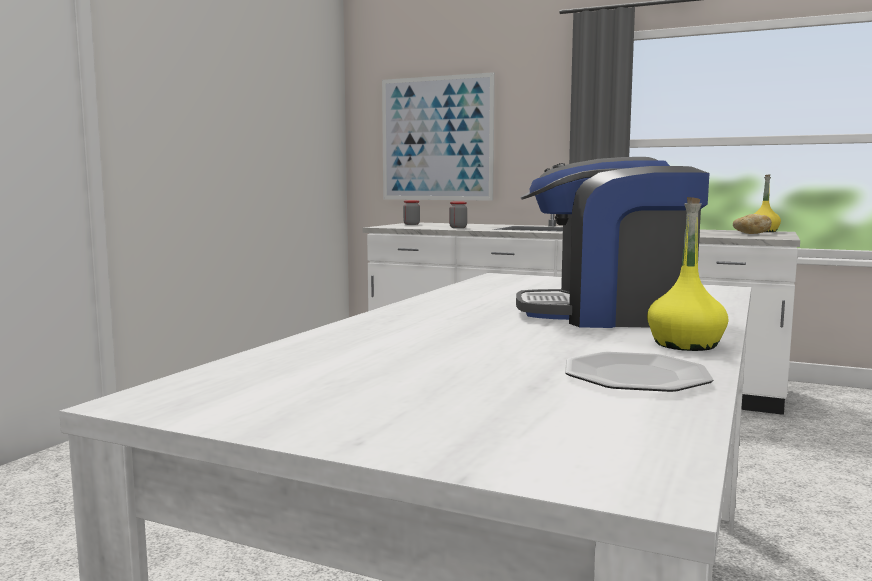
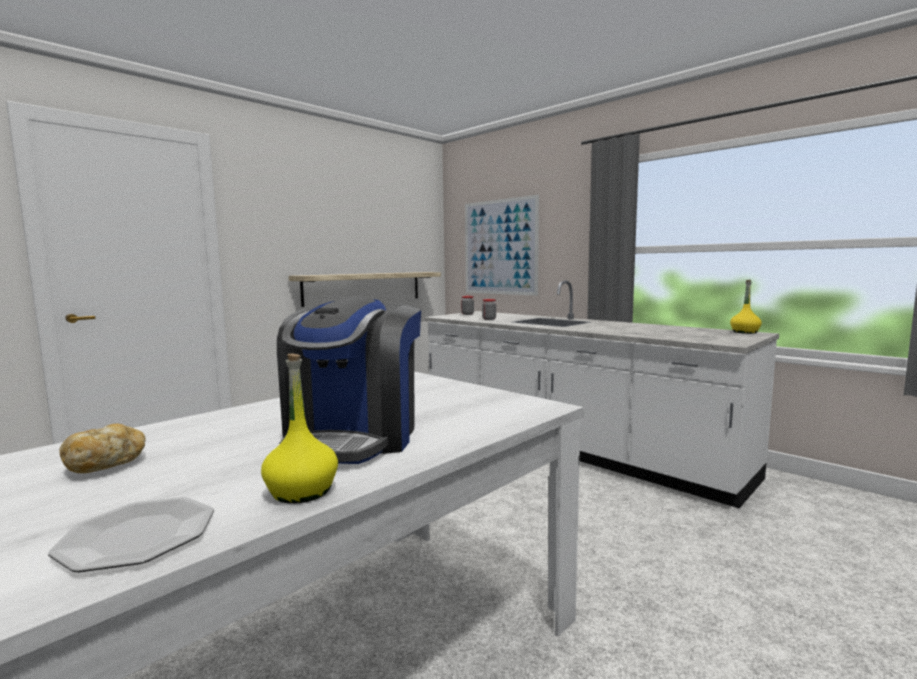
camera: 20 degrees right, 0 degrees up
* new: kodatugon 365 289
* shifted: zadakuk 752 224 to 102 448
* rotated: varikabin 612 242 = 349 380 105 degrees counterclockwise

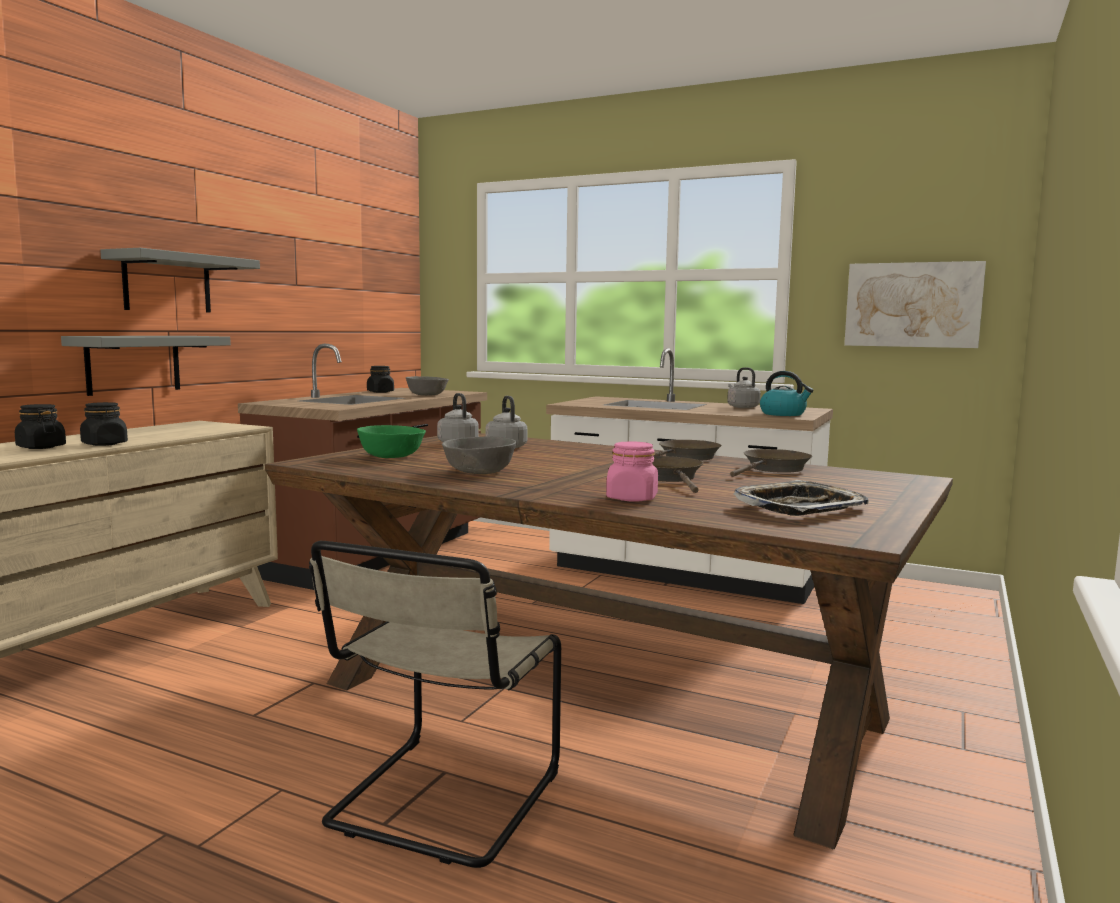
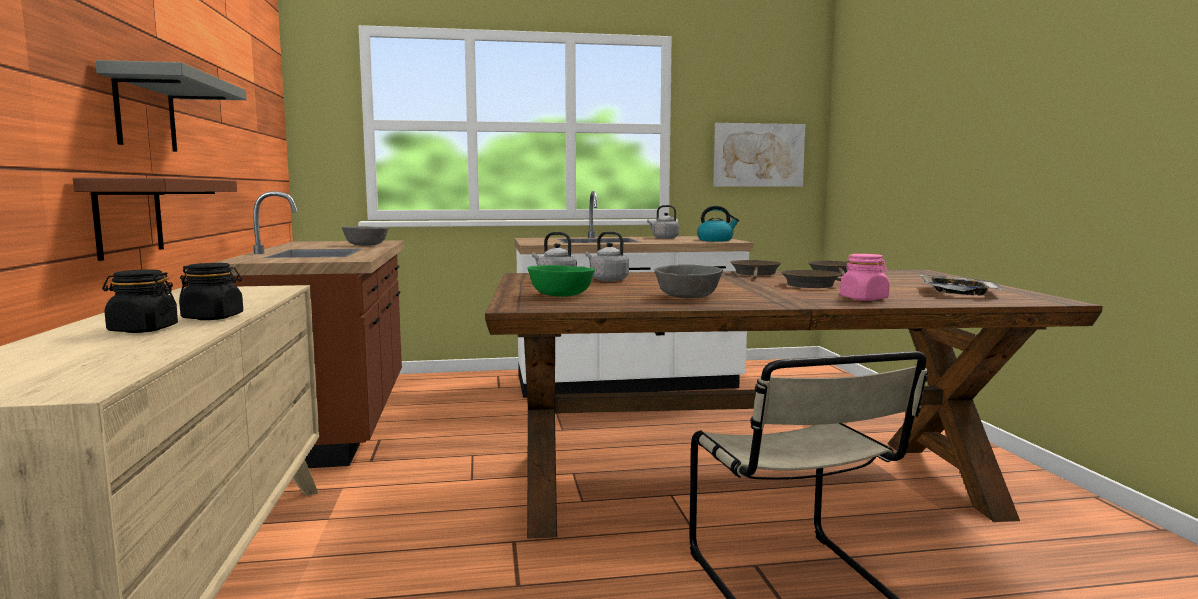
camera: 35 degrees left, 0 degrees up
* gone: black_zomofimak 380 379
* repainted: grey_kodatugon 146 366 to brown_kodatugon 155 219

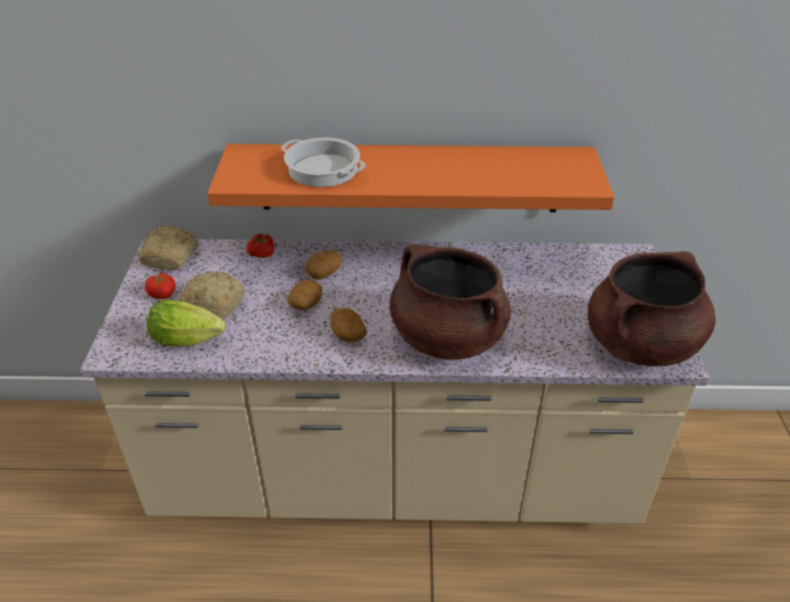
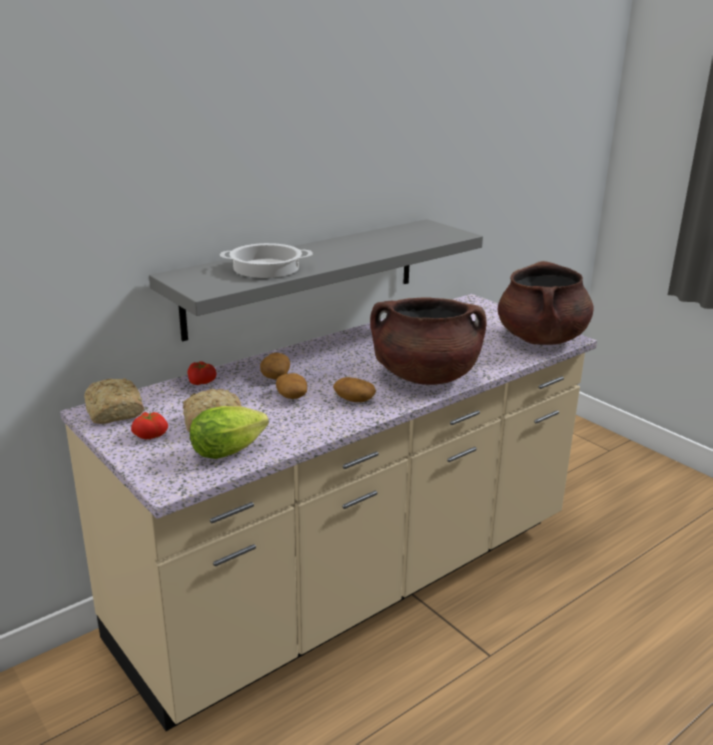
camera: 40 degrees left, 15 degrees down
* repainted: orange_kodatugon 410 178 to grey_kodatugon 316 280

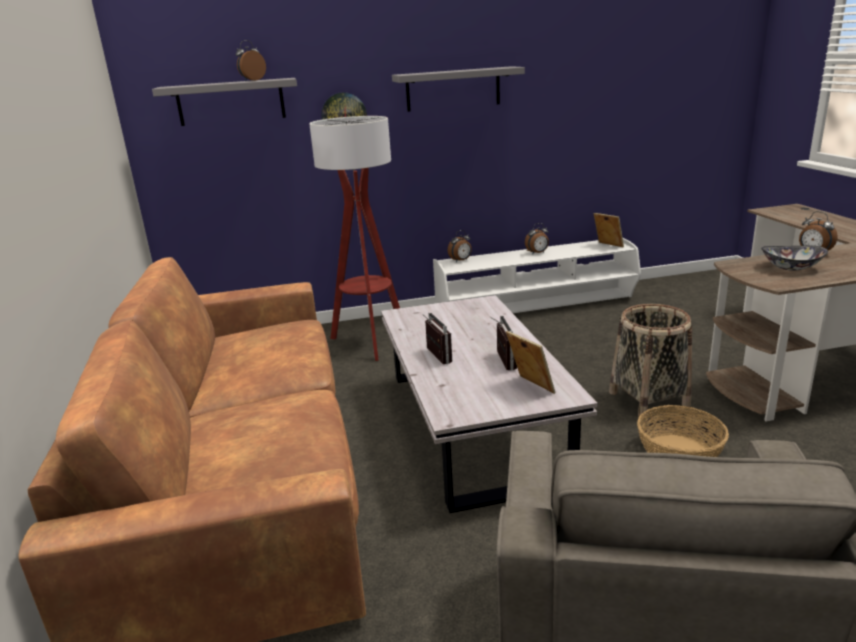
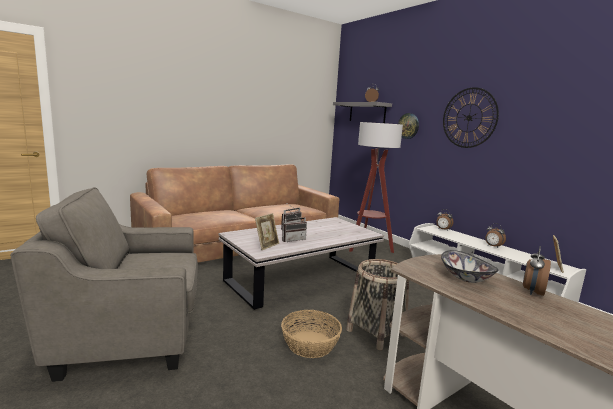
camera: 65 degrees right, 10 degrees down
* swapped: grey_kodatugon 458 89 to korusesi 471 117

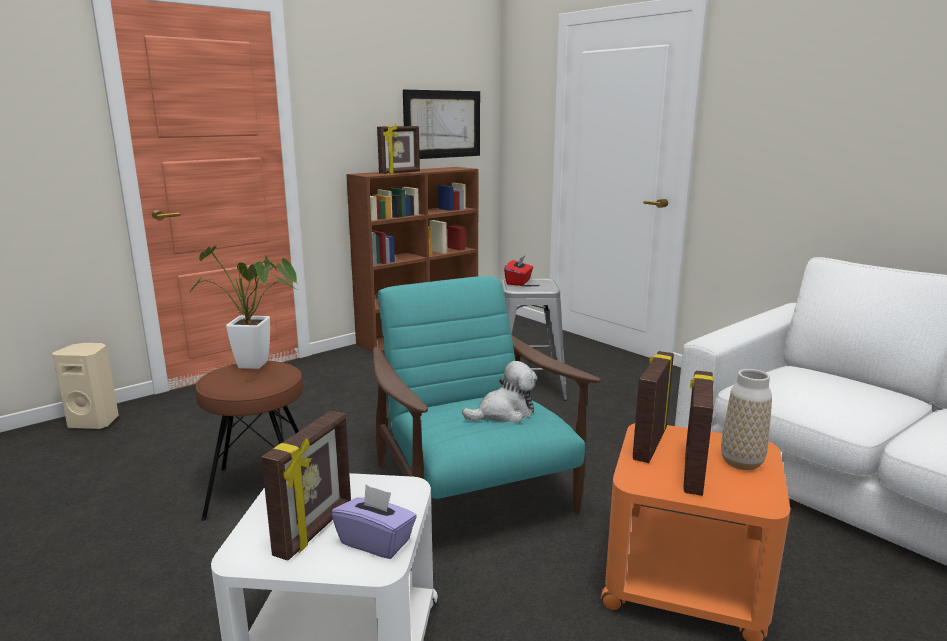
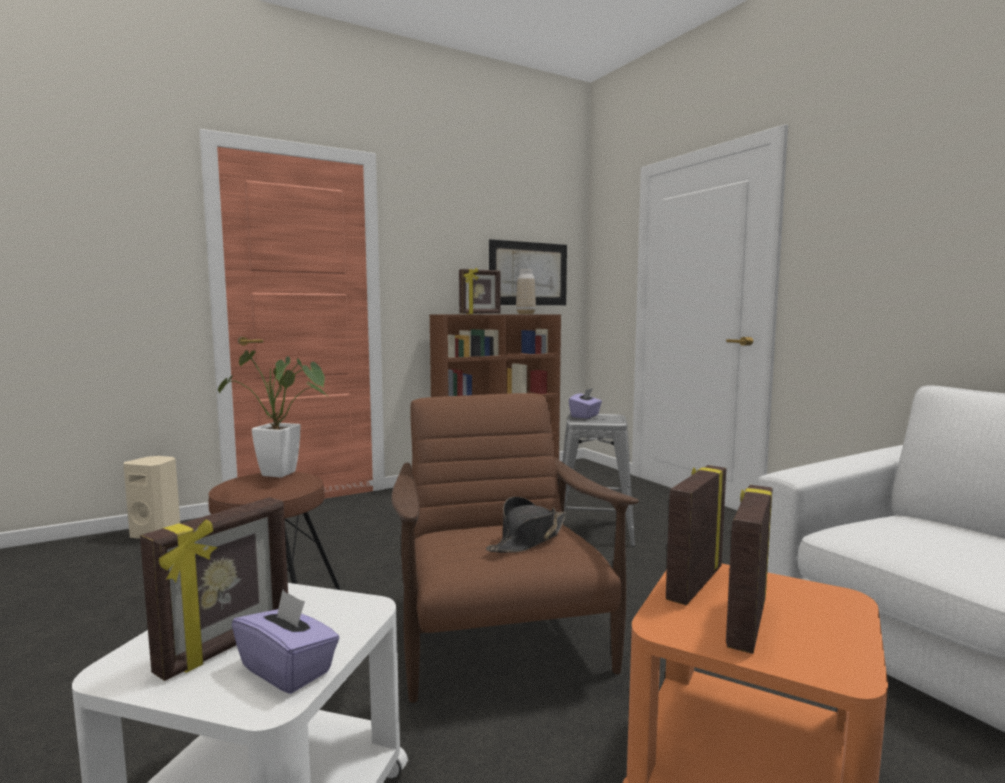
camera: 10 degrees right, 10 degrees down
* shifted: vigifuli 746 419 to 526 291
* swapped: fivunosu 499 392 to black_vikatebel 526 525
* repainted: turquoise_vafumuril 487 395 to brown_vafumuril 515 548
* repainted: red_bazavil 518 271 to purple_bazavil 585 403

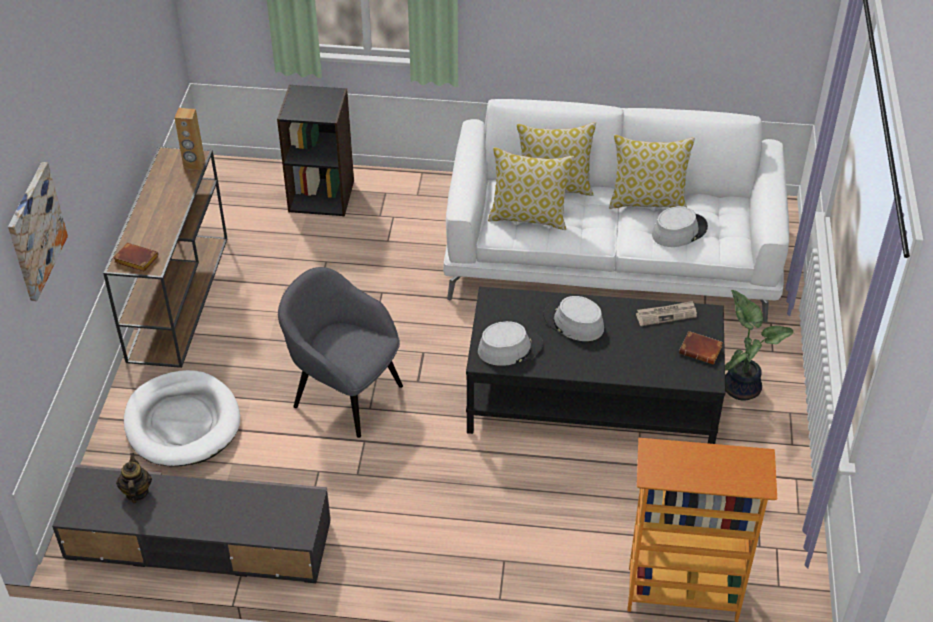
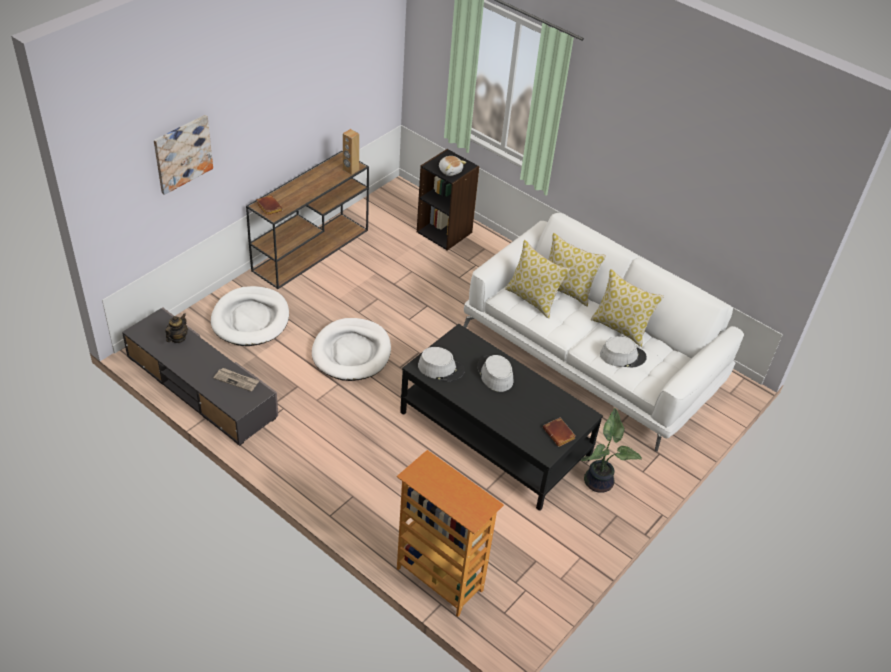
camera: 30 degrees right, 0 degrees up
* new: fivunosu 452 166
* shifted: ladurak 666 313 to 236 380
* swapped: grey_vafumuril 340 352 to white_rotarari 351 349

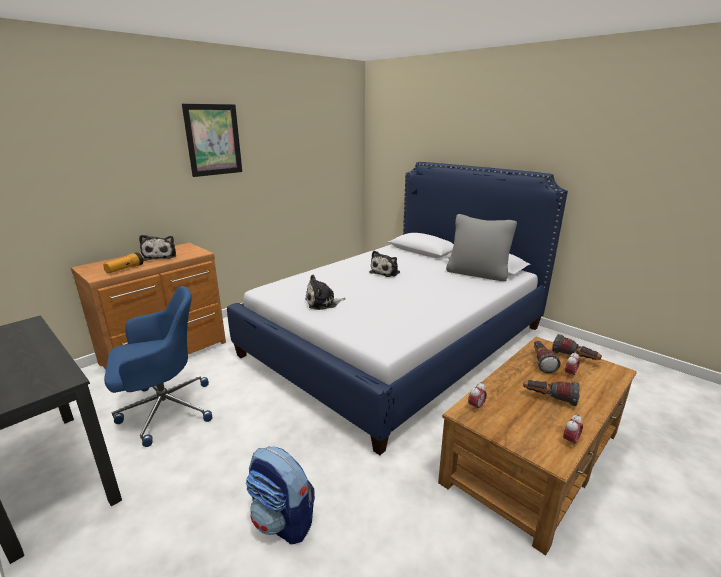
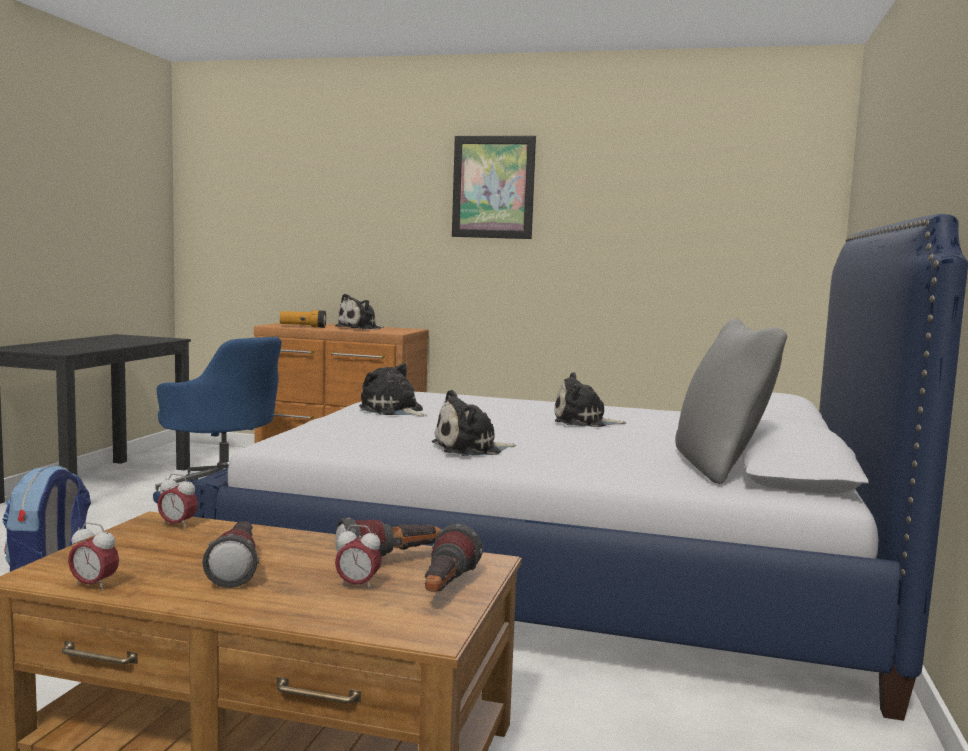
camera: 60 degrees right, 15 degrees down
* new: fivunosu 474 423

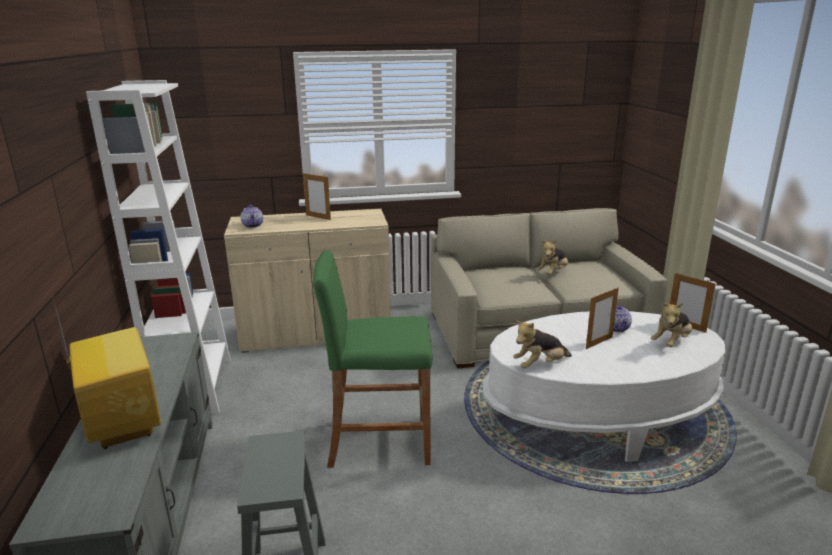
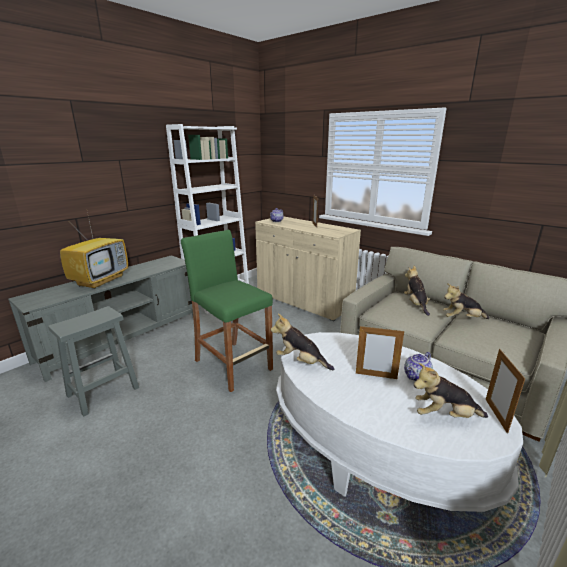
camera: 50 degrees right, 0 degrees up
* new: fivunosu 417 291

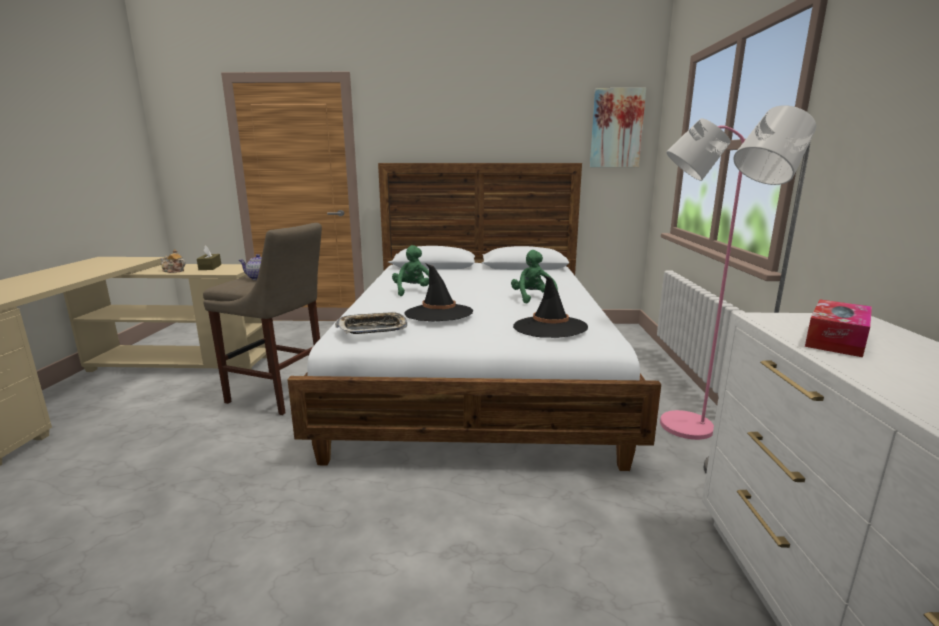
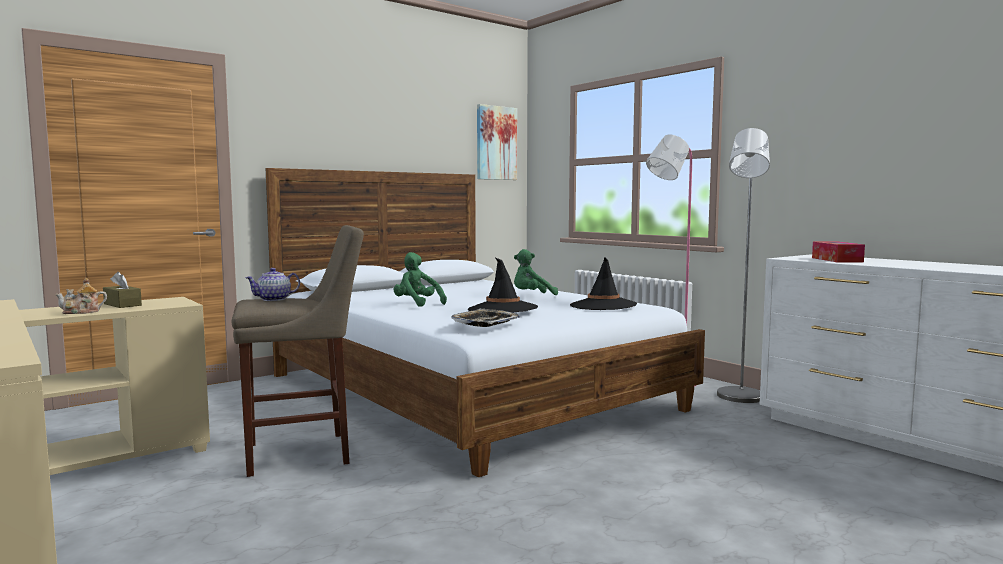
camera: 40 degrees left, 10 degrees down
* rotated: green_fivunosu 534 277 = 536 272 60 degrees counterclockwise

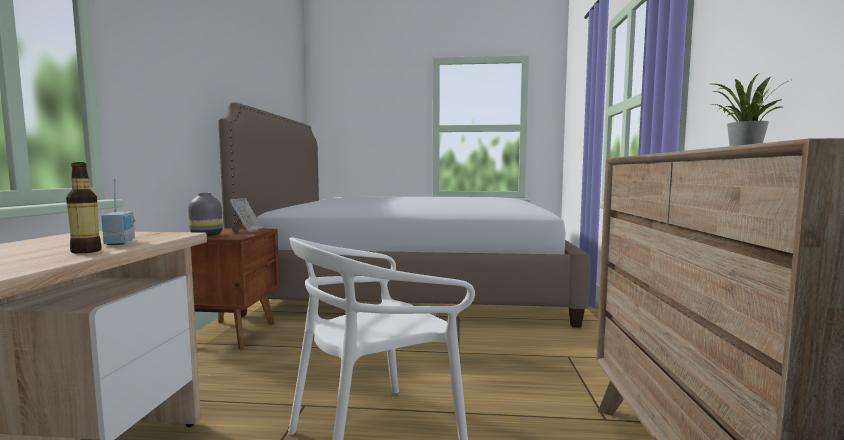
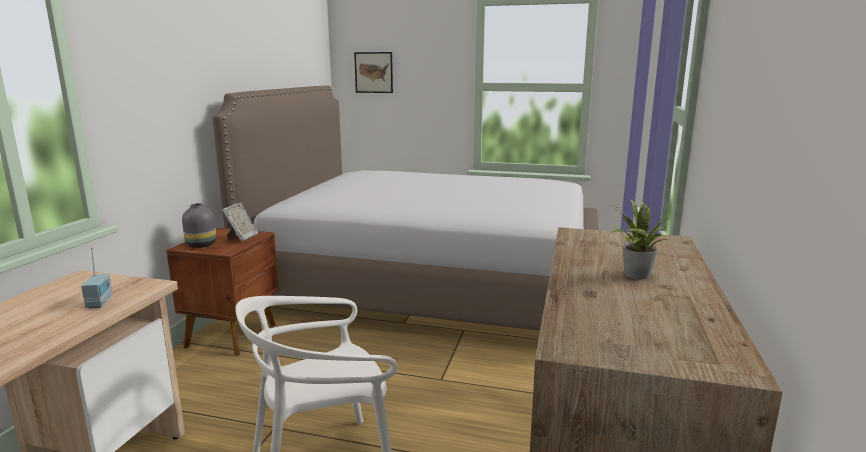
camera: 10 degrees right, 10 degrees up
* gone: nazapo 84 208
* new: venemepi 373 72

